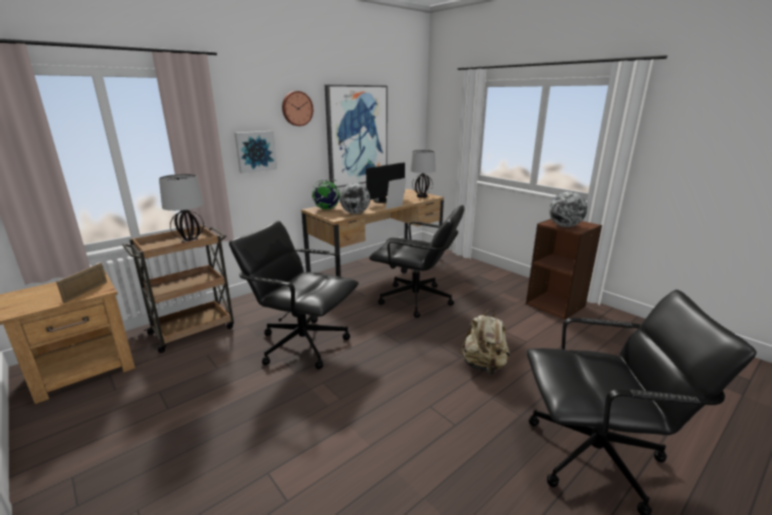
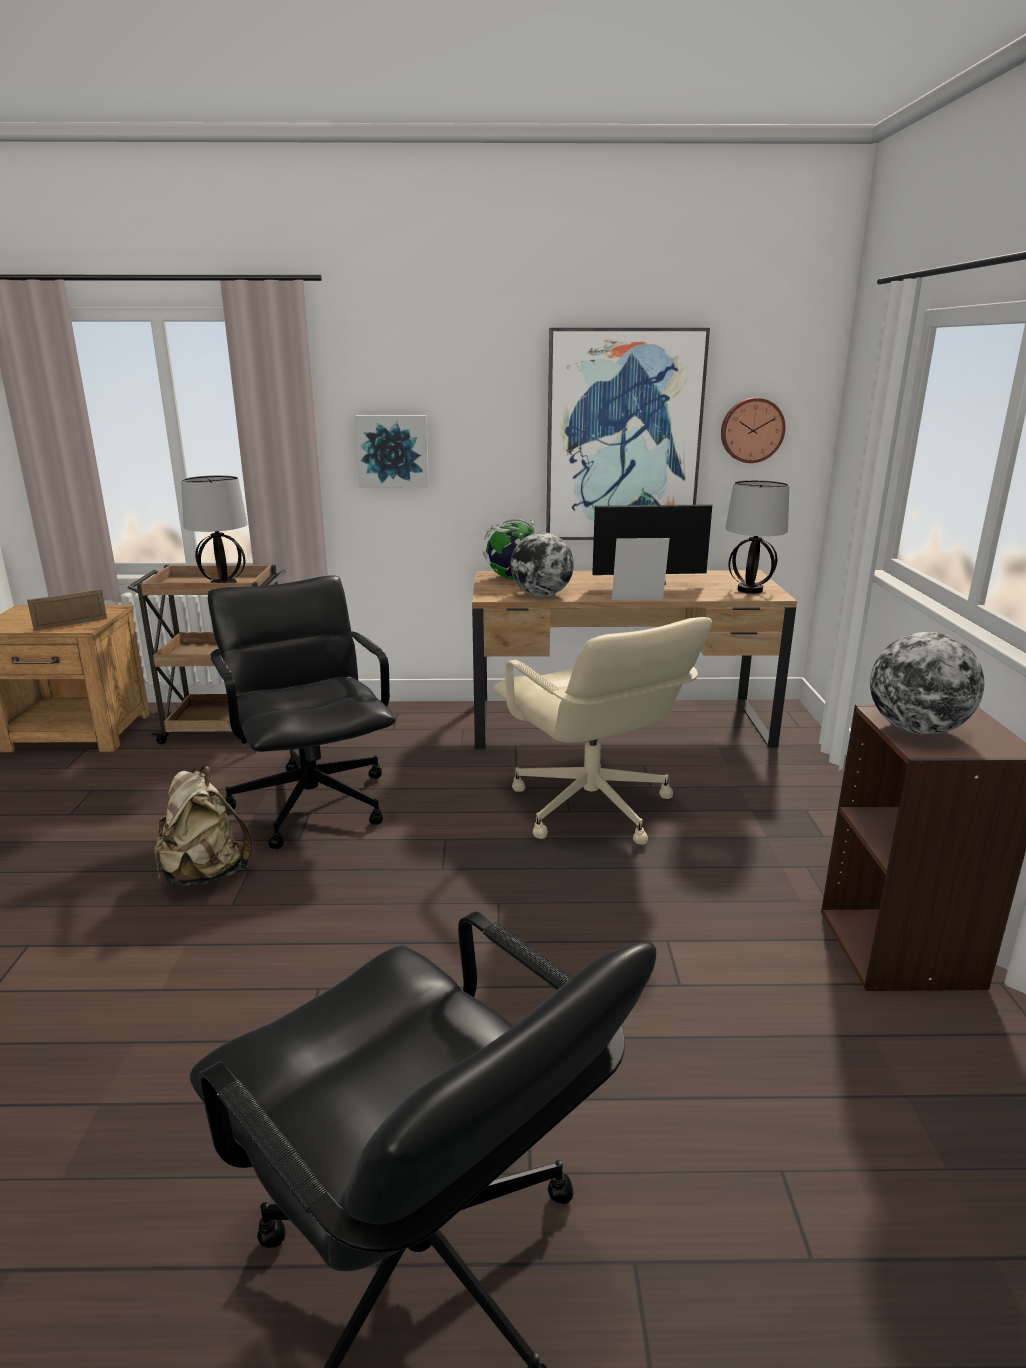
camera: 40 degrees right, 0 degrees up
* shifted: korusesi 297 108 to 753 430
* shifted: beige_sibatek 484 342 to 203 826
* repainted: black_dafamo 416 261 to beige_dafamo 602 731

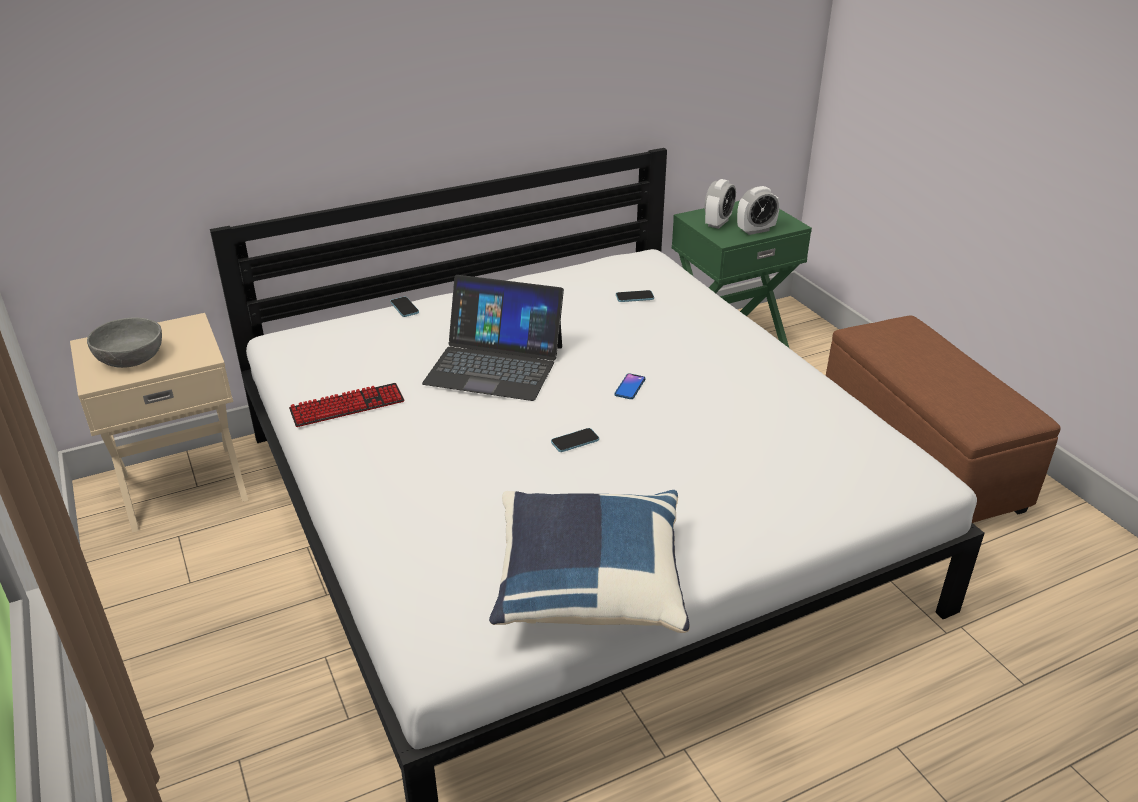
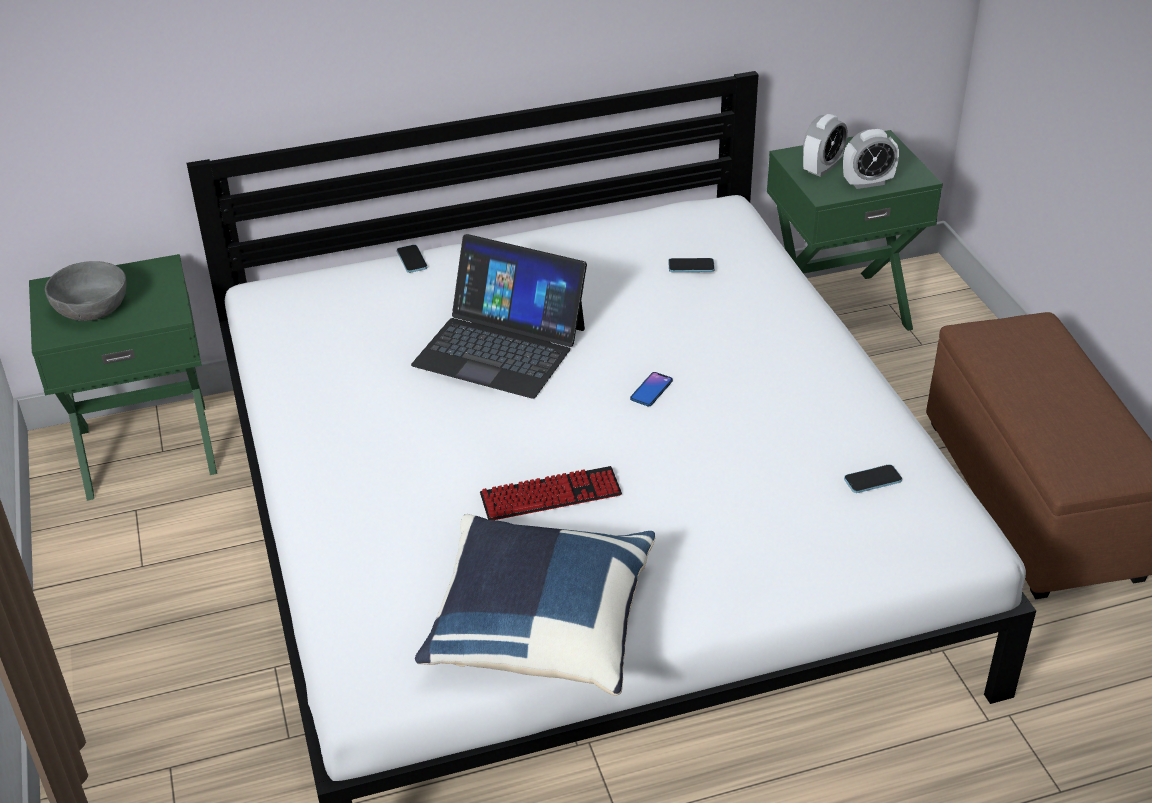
camera: 10 degrees right, 5 degrees up
* shifted: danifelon 346 405 to 551 493
* shifted: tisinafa 575 440 to 873 478
* repainted: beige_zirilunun 159 423 to green_zirilunun 123 377

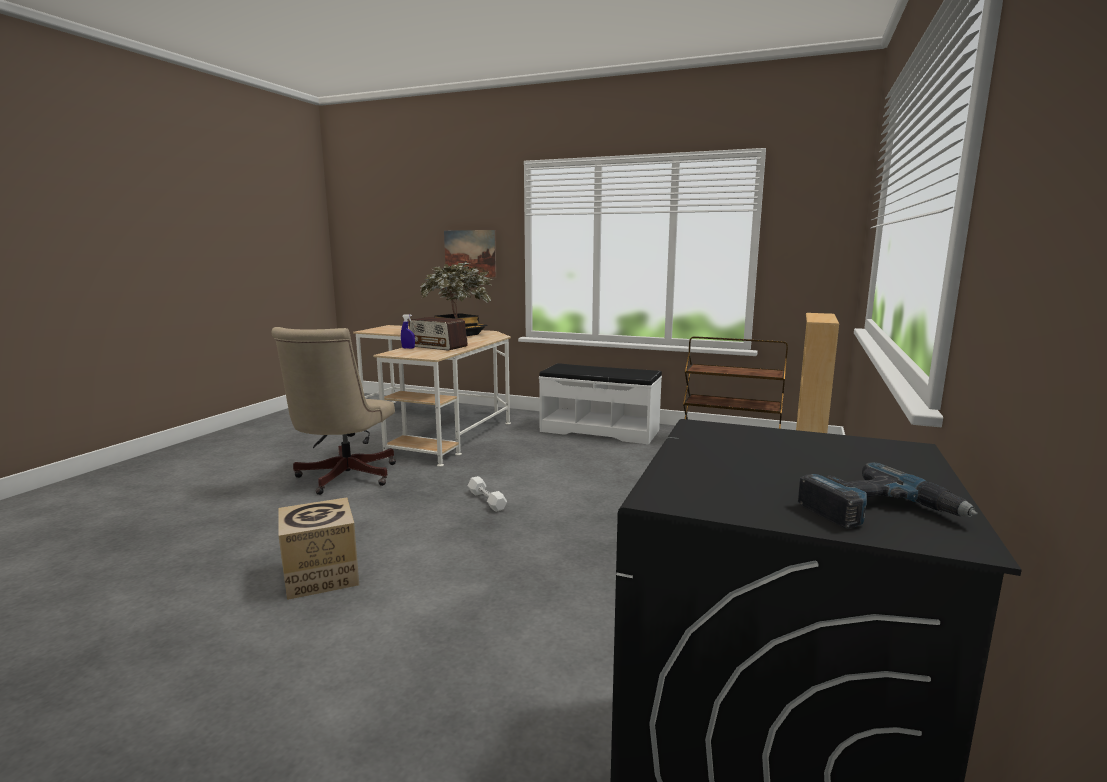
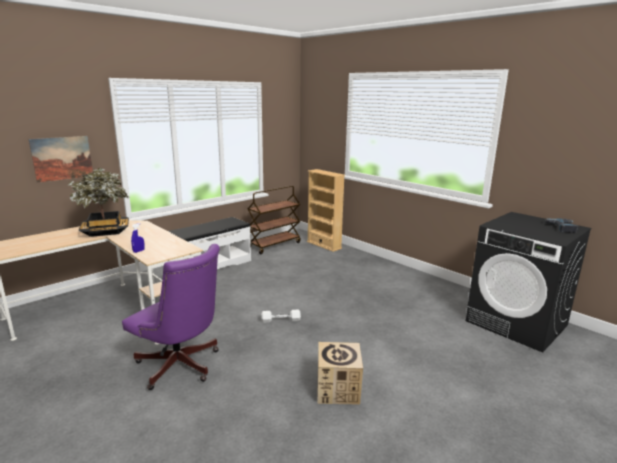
camera: 65 degrees left, 5 degrees up
* gone: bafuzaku 438 334
* repainted: beige_dafamo 334 411 to purple_dafamo 171 317

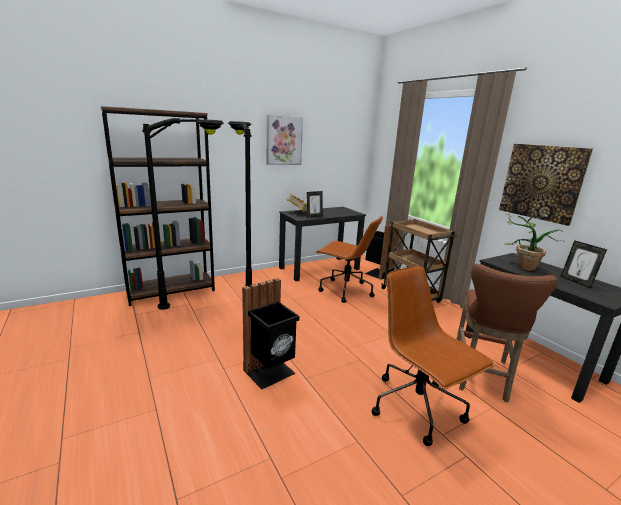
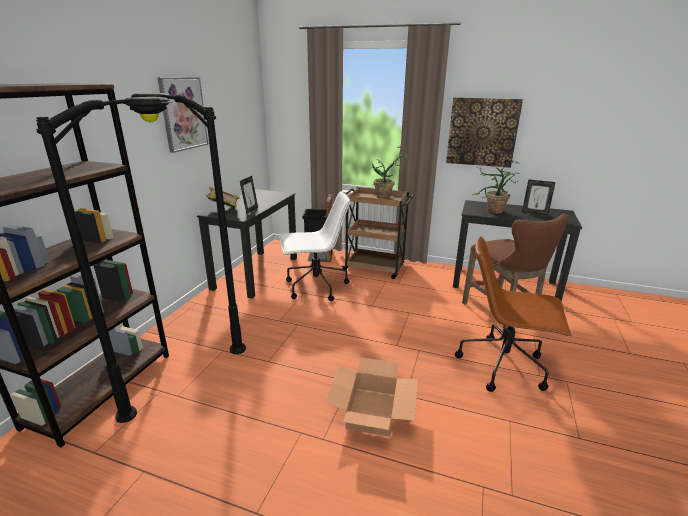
camera: 40 degrees left, 5 degrees up
* new: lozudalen 390 172
* swapped: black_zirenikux 271 334 to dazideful 371 397
* repainted: brown_dafamo 349 259 to white_dafamo 314 246

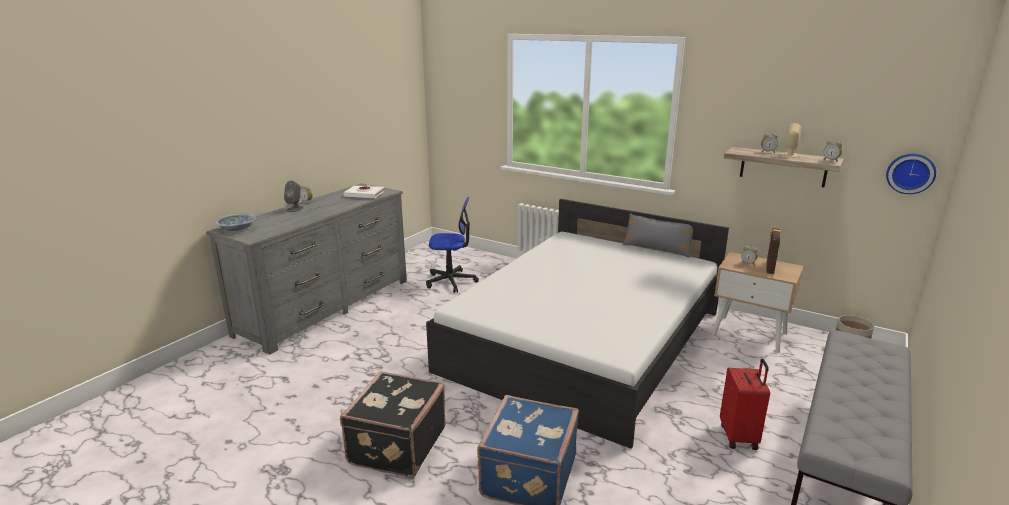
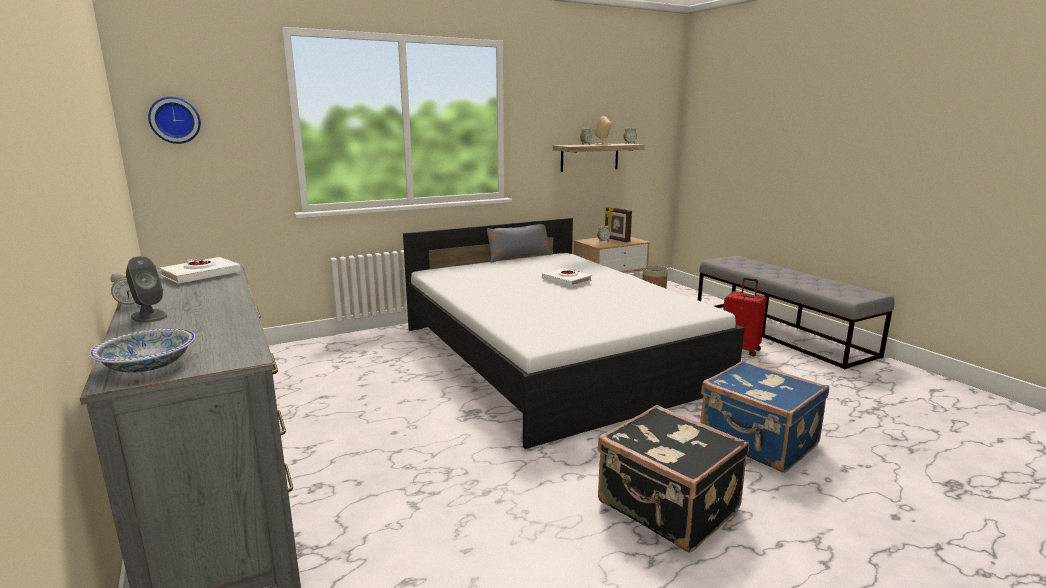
camera: 60 degrees left, 5 degrees down
* gone: dafamo 452 245
* new: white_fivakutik 567 277
* shifted: korusesi 911 174 to 174 120

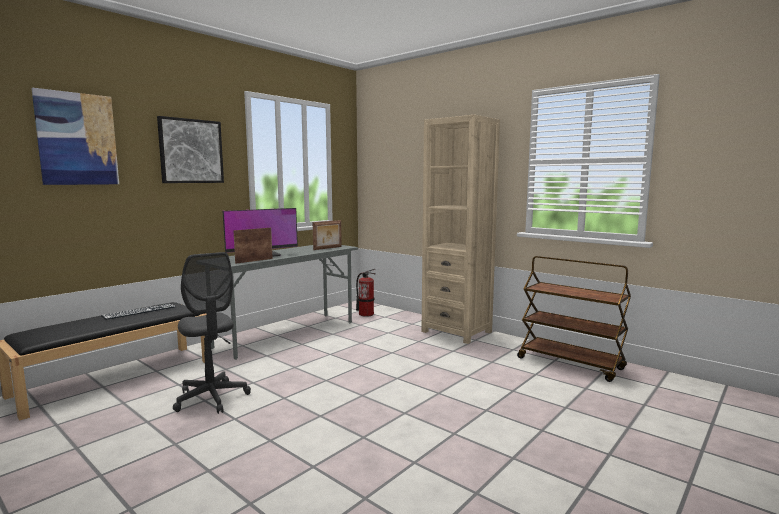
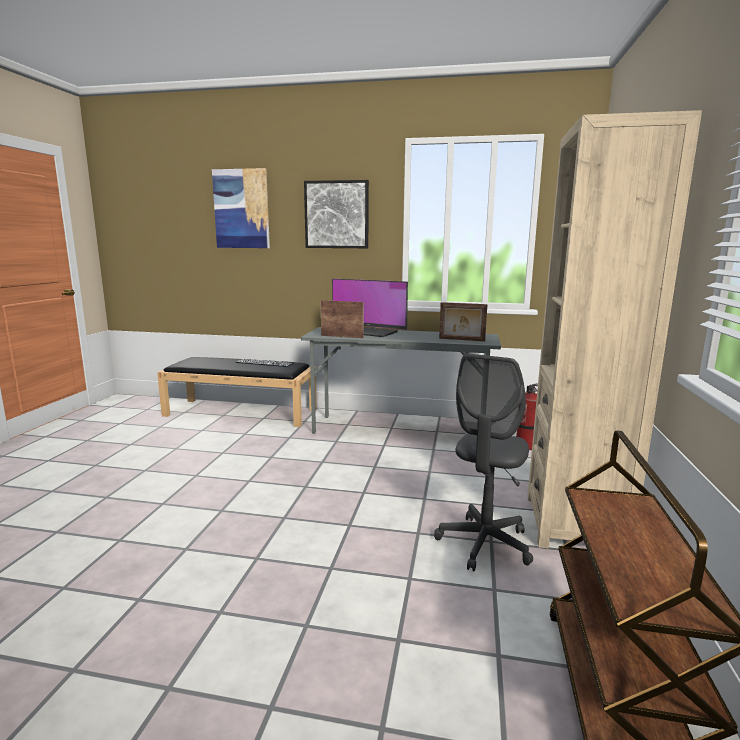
camera: 60 degrees right, 5 degrees up
* shifted: grey_dafamo 212 333 to 483 462

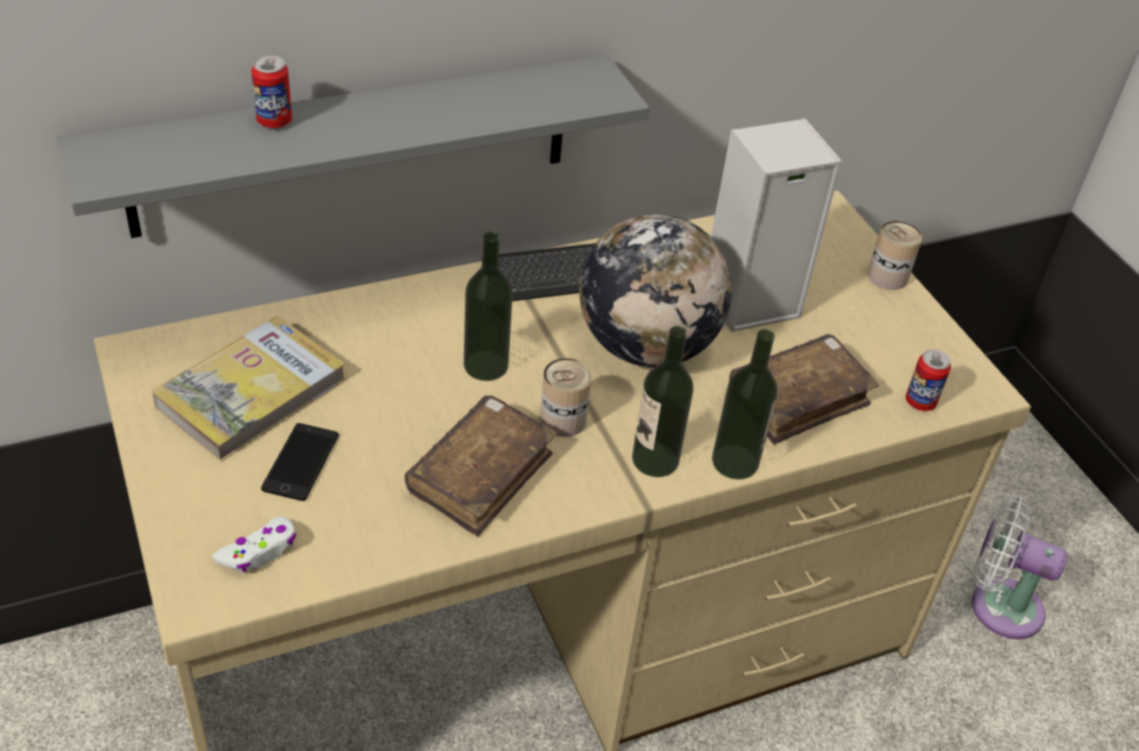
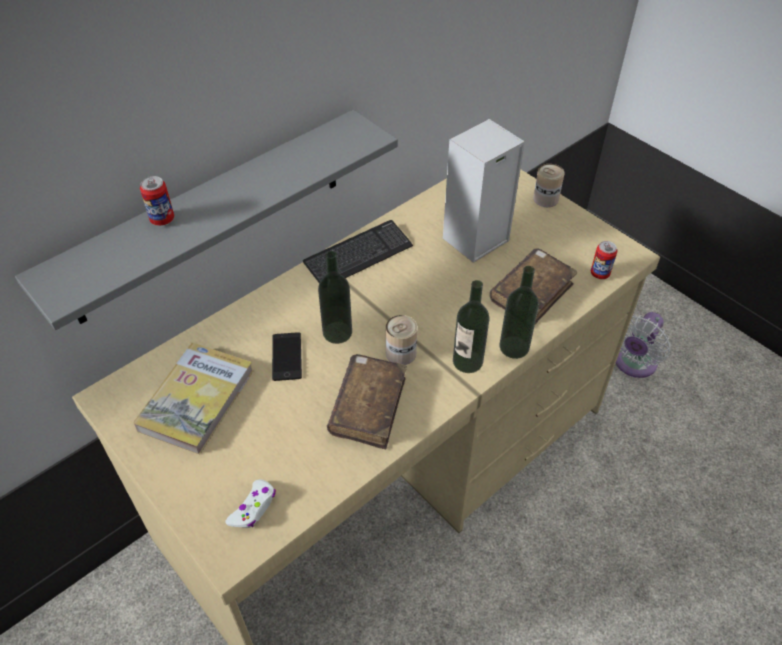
camera: 15 degrees left, 5 degrees up
* gone: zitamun 655 290
* shifted: tisinafa 300 462 to 287 356
* rotated: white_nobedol 1020 567 = 643 345 60 degrees counterclockwise

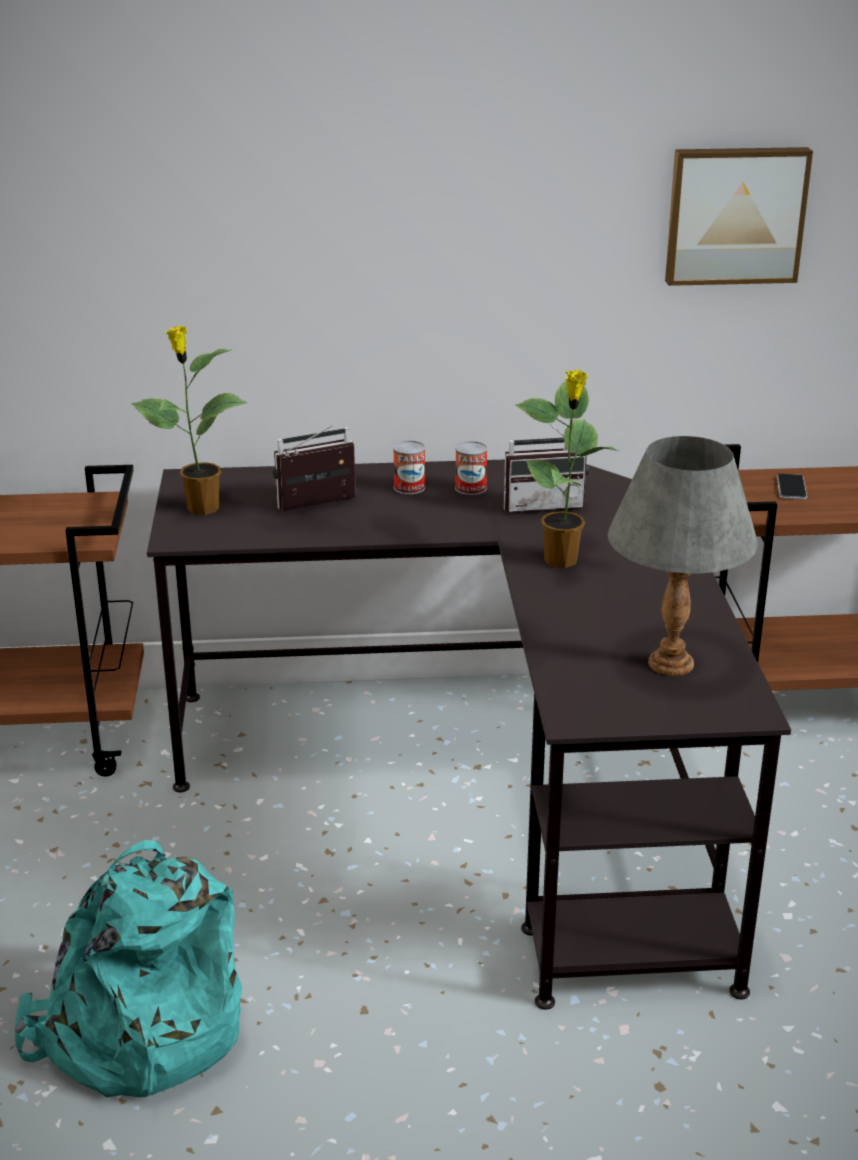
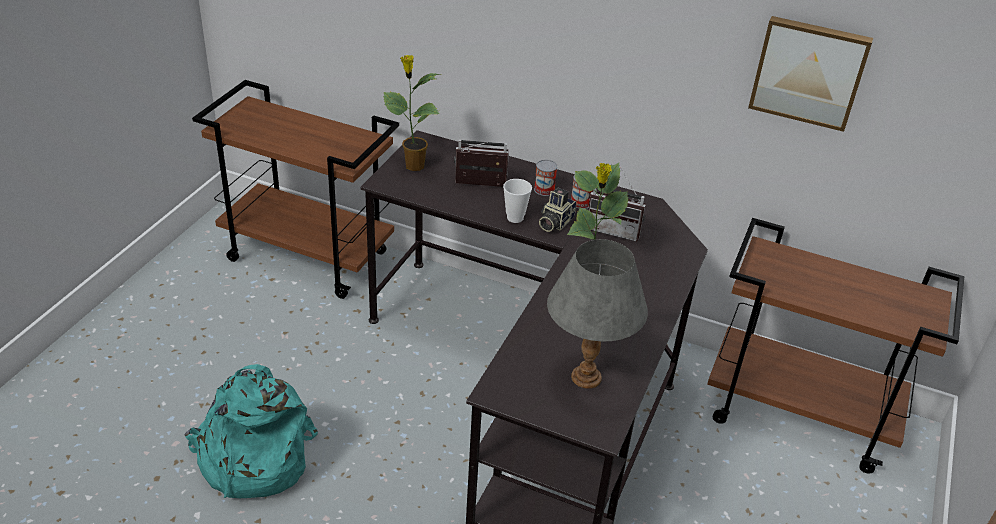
camera: 25 degrees right, 10 degrees up
* gone: tisinafa 792 487
* new: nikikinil 517 201
* new: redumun 557 210

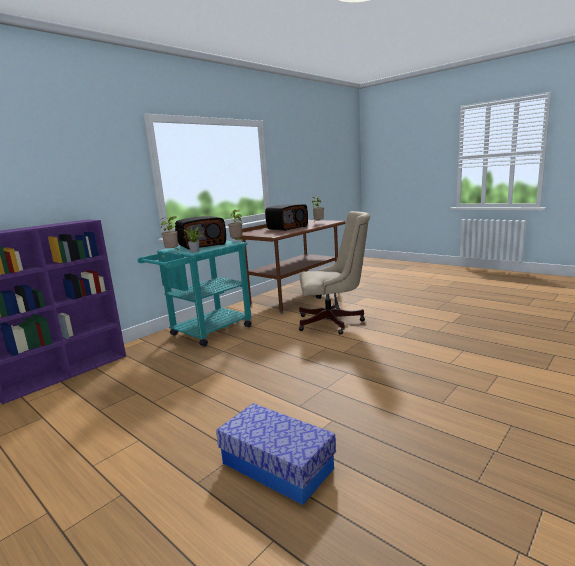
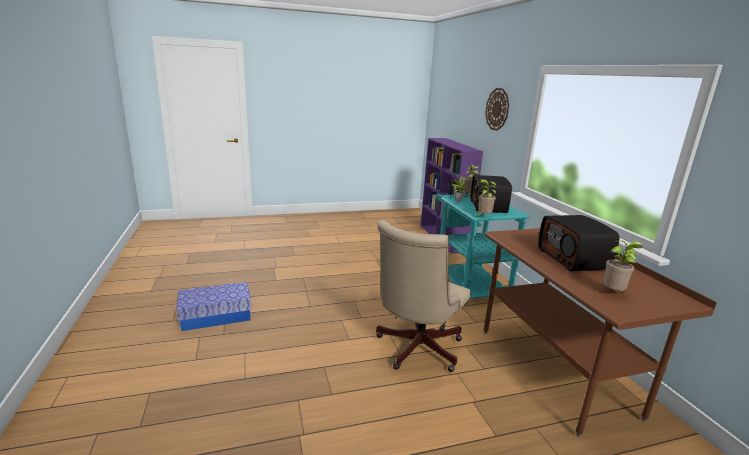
camera: 120 degrees right, 5 degrees up
* new: korusesi 497 109
* shifted: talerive 276 454 to 214 306

